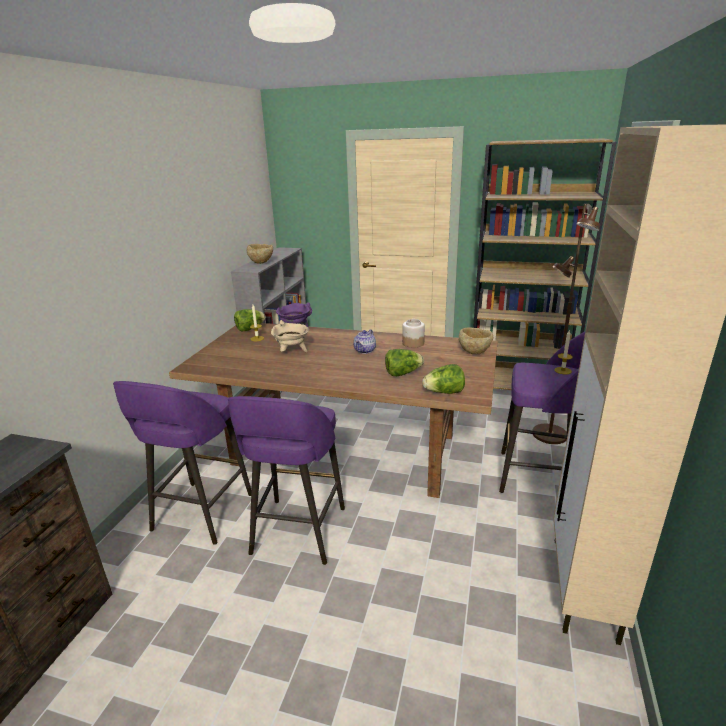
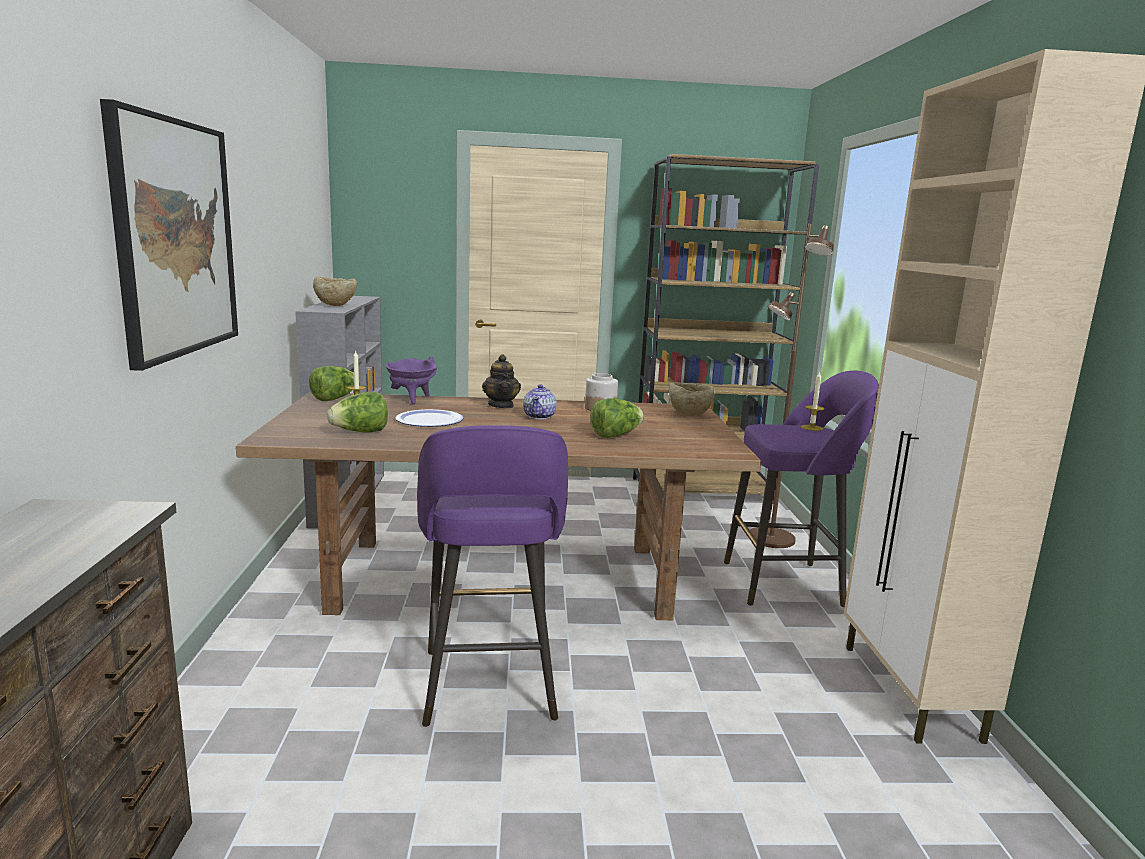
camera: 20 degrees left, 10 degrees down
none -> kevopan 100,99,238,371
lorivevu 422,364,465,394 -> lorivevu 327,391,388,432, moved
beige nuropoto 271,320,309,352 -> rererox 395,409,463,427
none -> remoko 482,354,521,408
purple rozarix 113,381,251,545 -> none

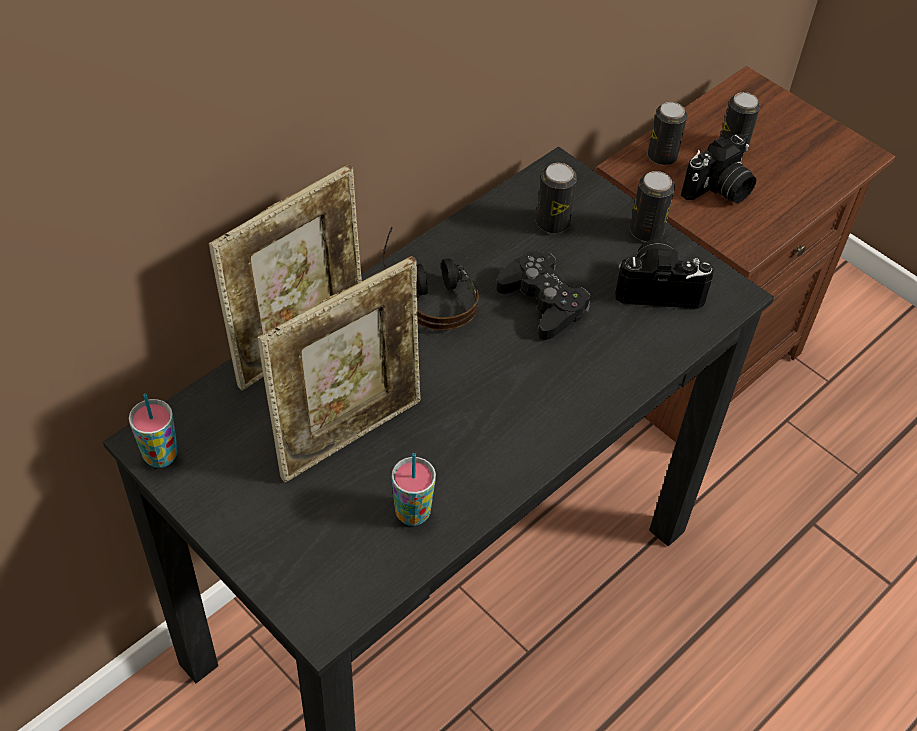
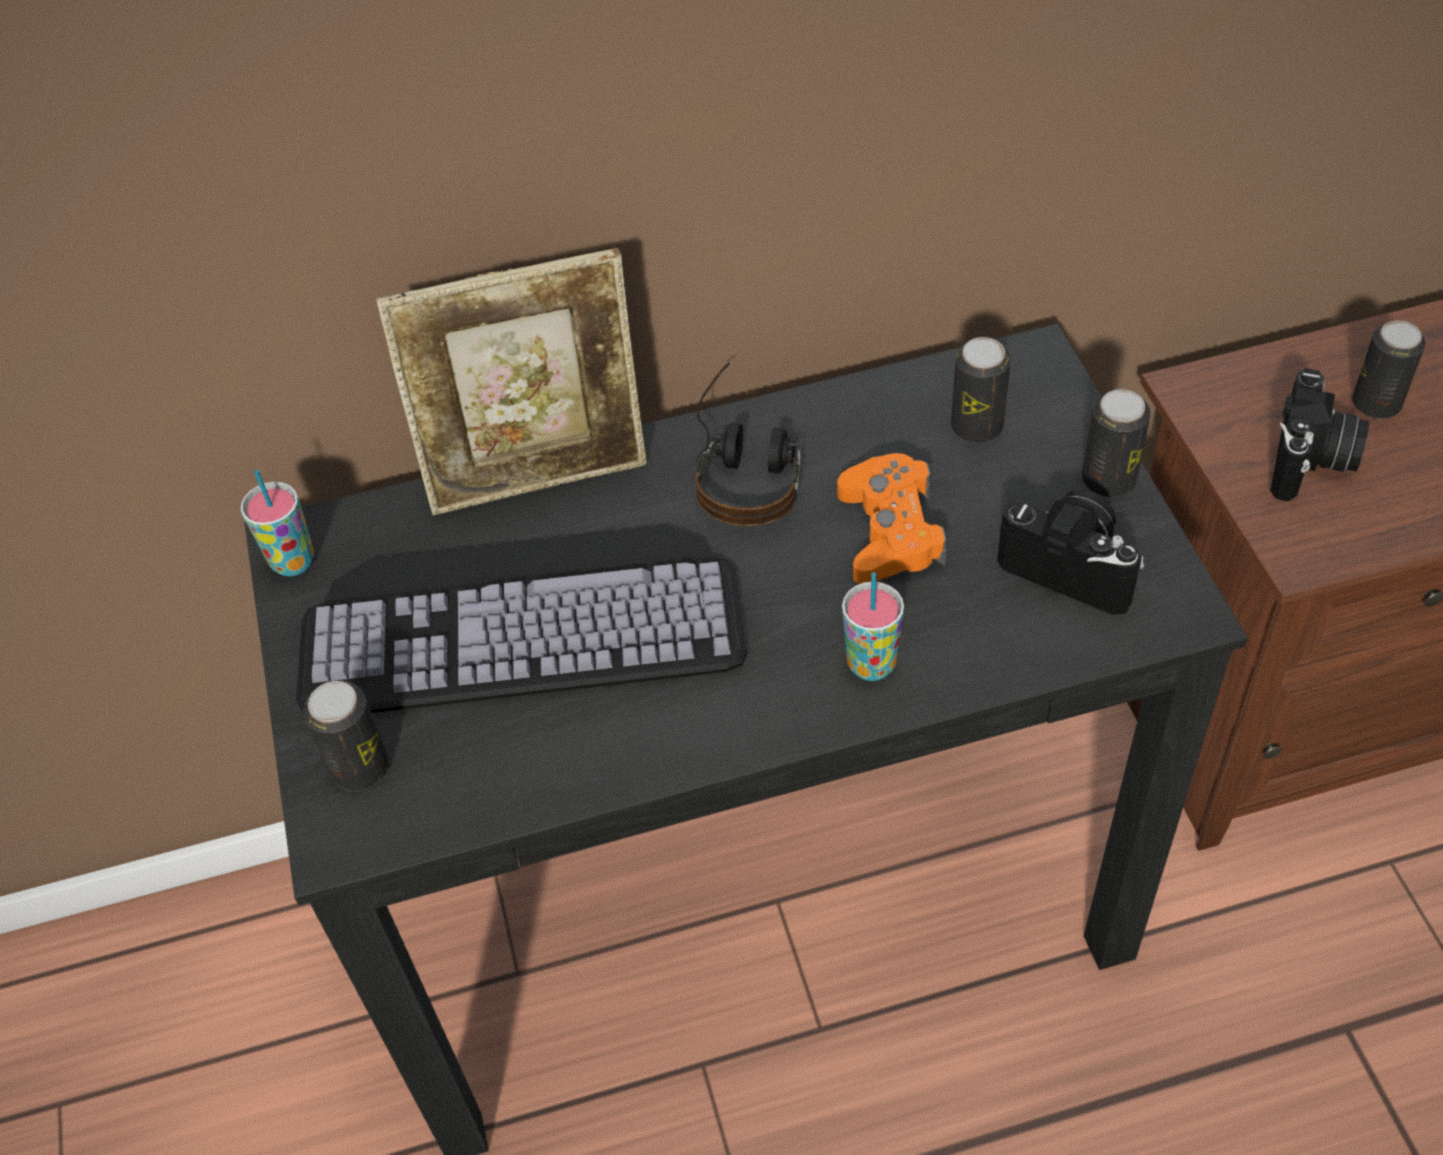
camera: 35 degrees right, 0 degrees up
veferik 257,256,420,483 -> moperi 296,525,747,716
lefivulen 648,102,687,165 -> lefivulen 303,681,389,791, moved
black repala 497,251,591,340 -> orange repala 837,453,946,584
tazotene 392,453,436,526 -> tazotene 842,572,904,681, moved
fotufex 681,134,756,203 -> fotufex 1270,368,1369,502, 60 degrees counterclockwise

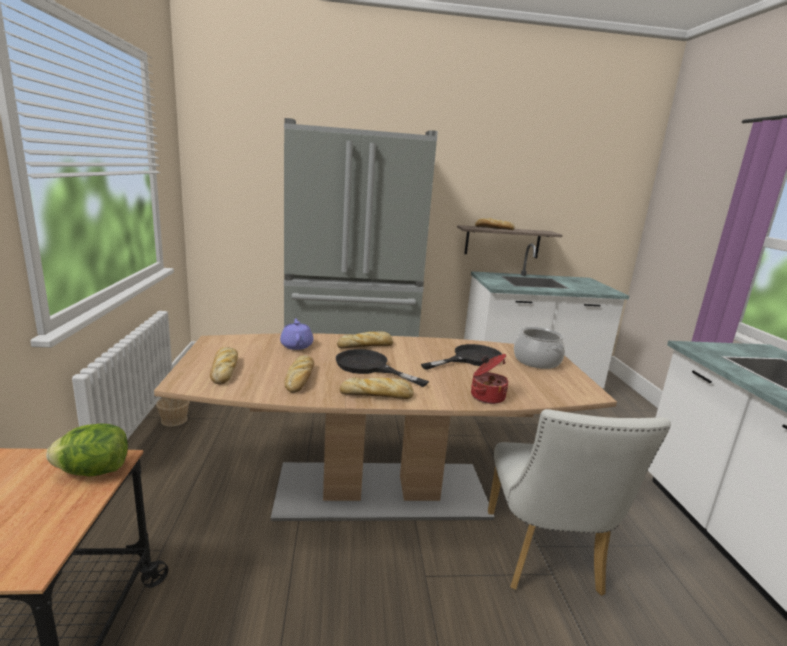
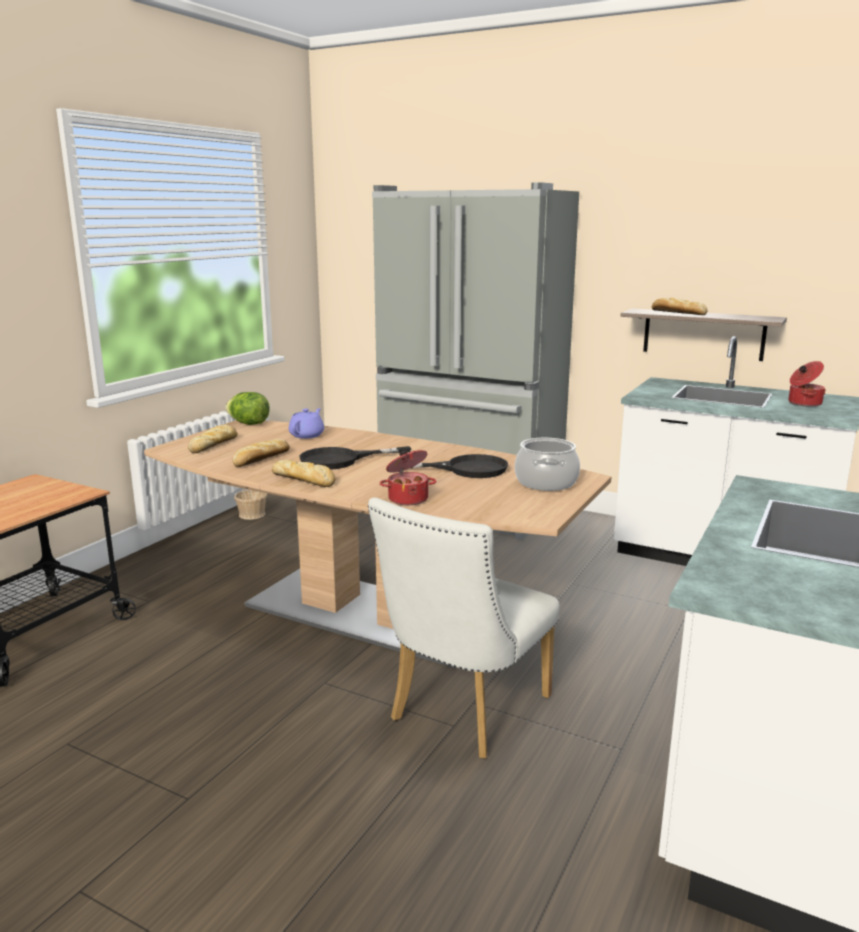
camera: 35 degrees right, 0 degrees up
lorivevu 46,423,128,476 -> lorivevu 225,392,270,425, moved
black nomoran 336,349,429,387 -> black nomoran 299,446,411,470, 90 degrees counterclockwise
none -> nuropoto 789,361,826,407
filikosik 337,331,393,348 -> none

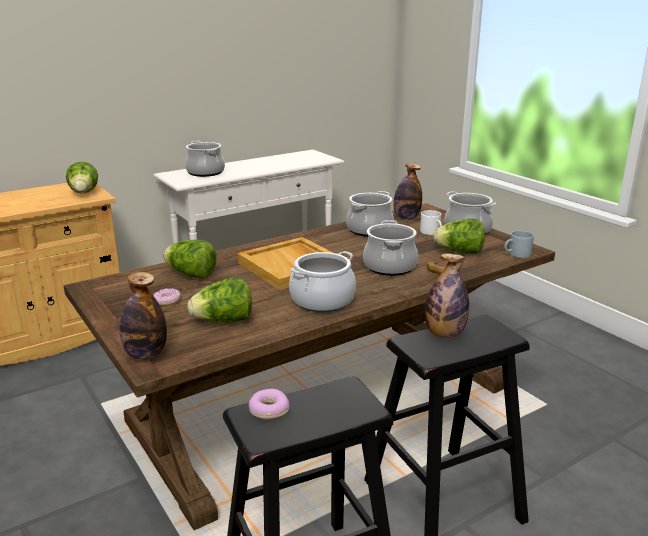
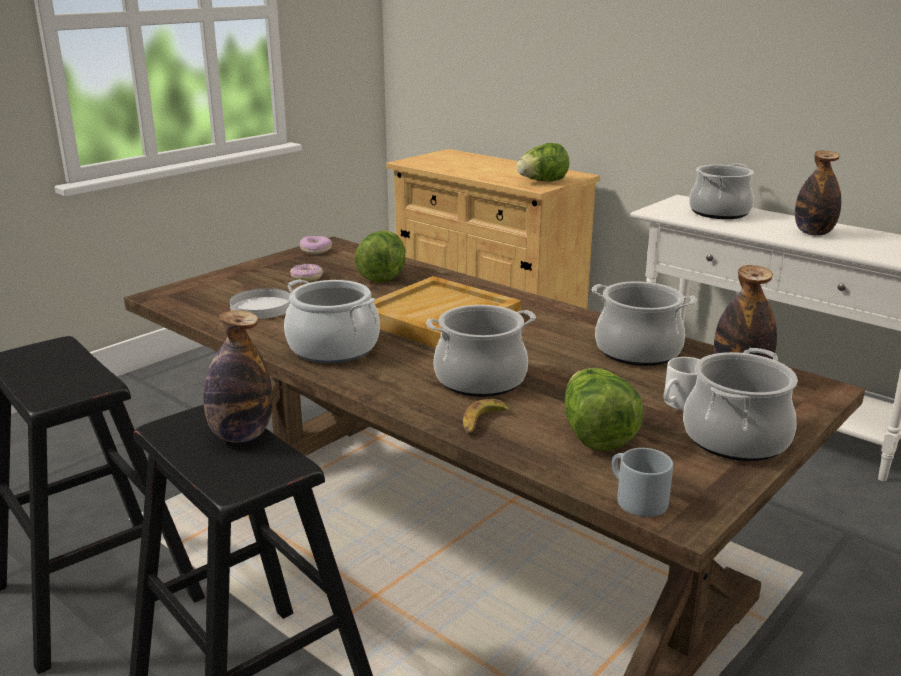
camera: 75 degrees right, 0 degrees up
lorivevu 188,277,252,323 -> white rererox 230,288,290,319
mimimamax 249,389,290,420 -> mimimamax 299,236,332,255, moved
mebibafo 119,272,167,360 -> mebibafo 795,150,841,235, moved

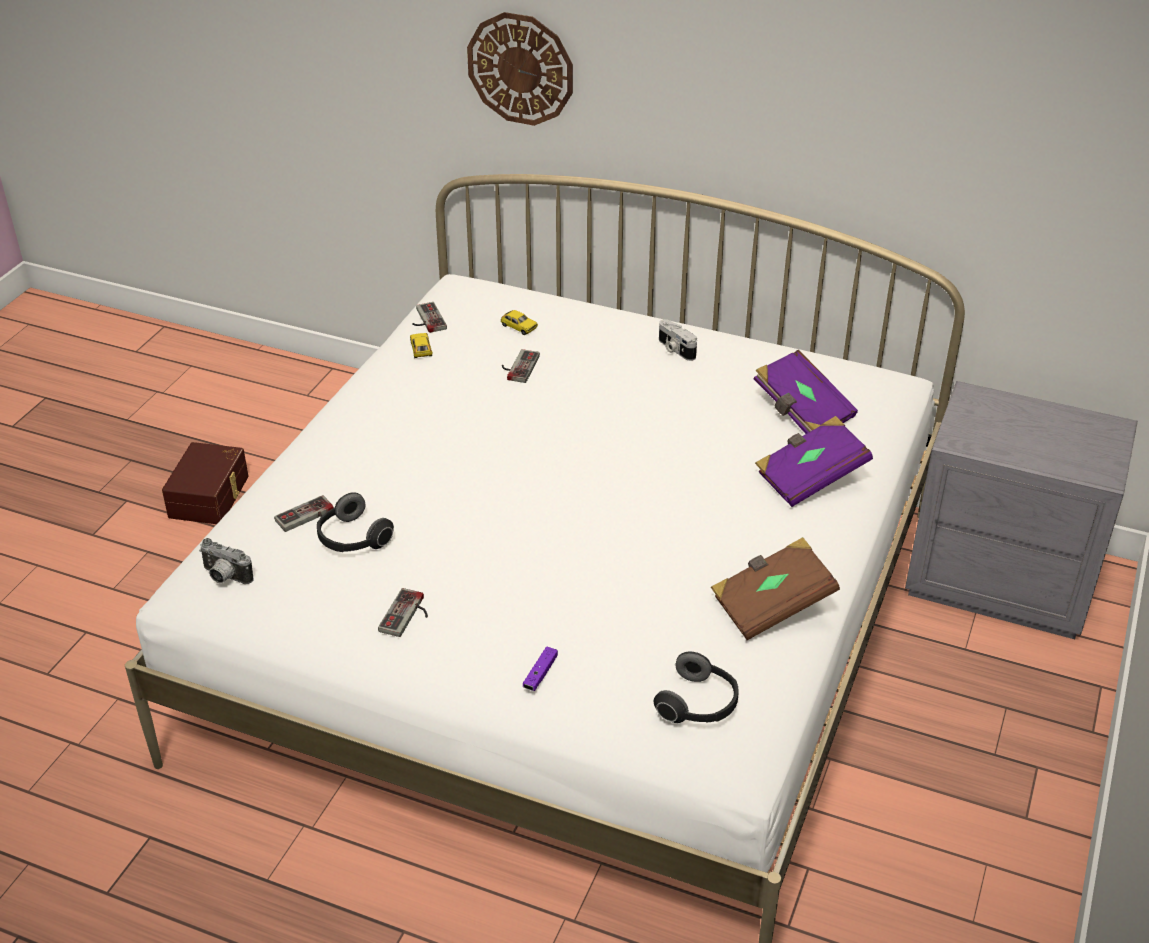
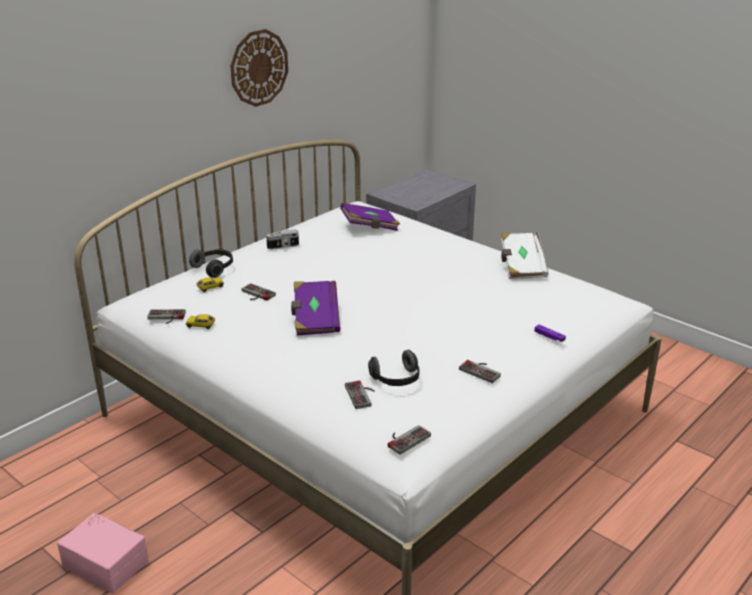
camera: 70 degrees left, 10 degrees down
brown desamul 162,442,249,524 -> pink desamul 57,513,149,594
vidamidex 654,652,738,723 -> vidamidex 189,249,233,278, moved
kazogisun 467,12,573,126 -> kazogisun 230,29,288,107, moved
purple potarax 755,416,873,507 -> purple potarax 291,281,340,335, moved
fotufex 199,538,253,584 -> repala 388,425,431,455
brown potarax 711,537,840,640 -> white potarax 501,233,549,279

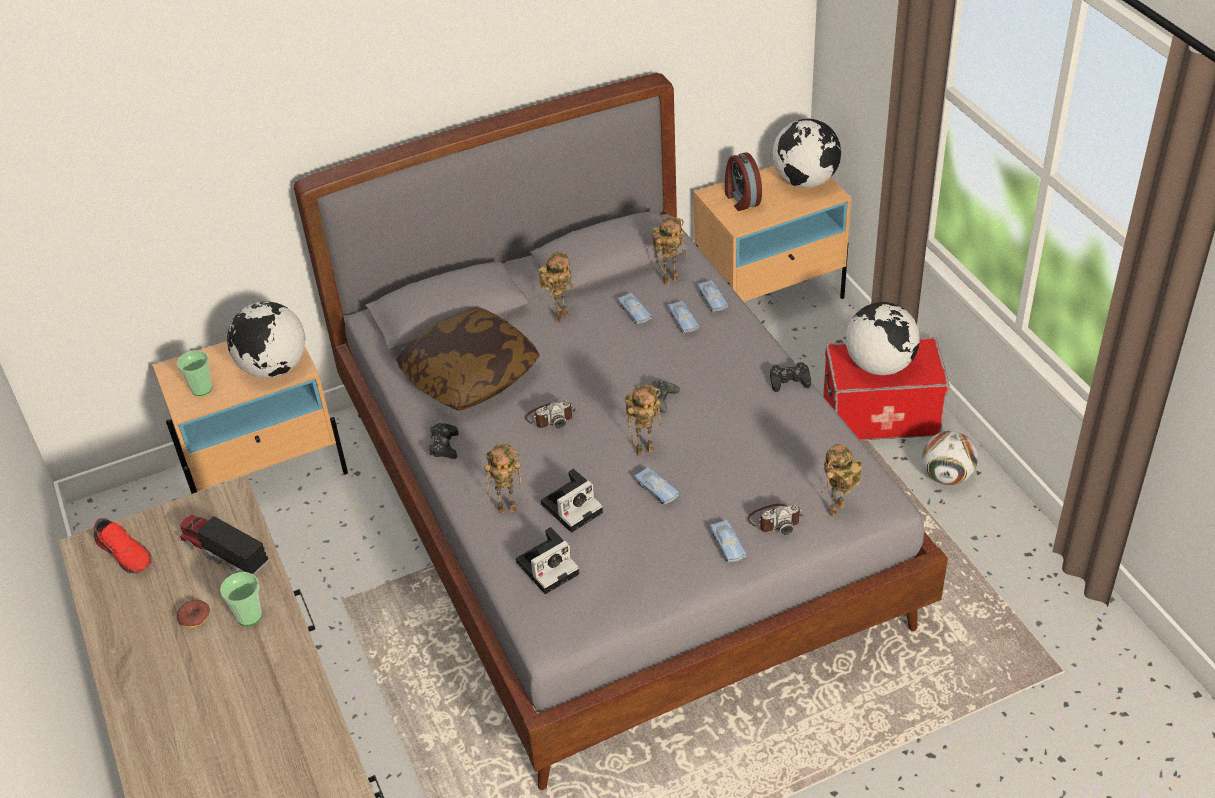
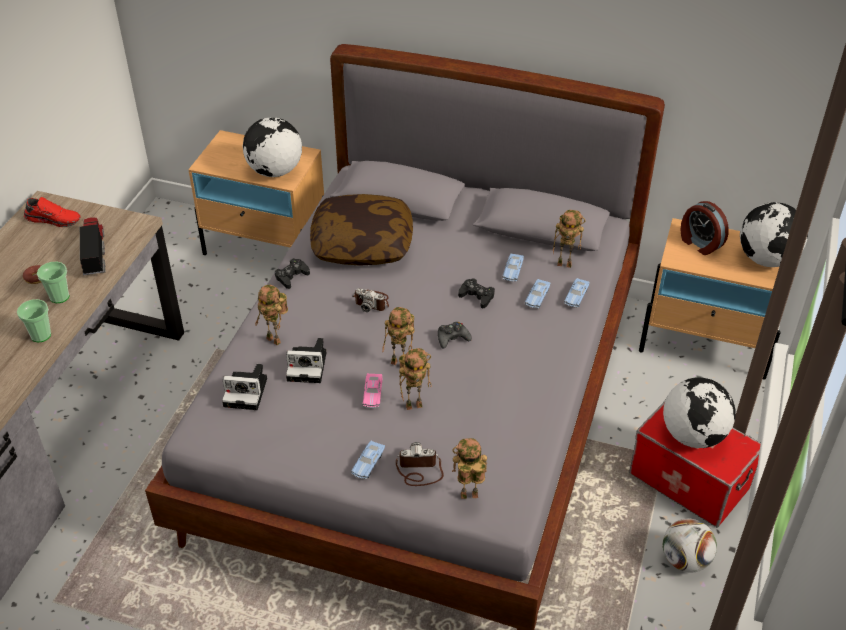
camera: 40 degrees right, 0 degrees up
tazotene 177,350,212,396 -> tazotene 17,299,51,342, moved
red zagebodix 93,518,152,574 -> red zagebodix 24,197,81,227, 75 degrees counterclockwise
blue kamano 634,467,679,504 -> pink kamano 363,373,382,408
fotufex 748,504,803,535 -> fotufex 395,442,444,486, 150 degrees clockwise
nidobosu 539,252,574,323 -> nidobosu 399,348,432,410, moved
black repala 770,362,811,392 -> black repala 458,278,495,309, moved
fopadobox 725,152,762,211 -> fopadobox 681,201,729,255, 60 degrees counterclockwise

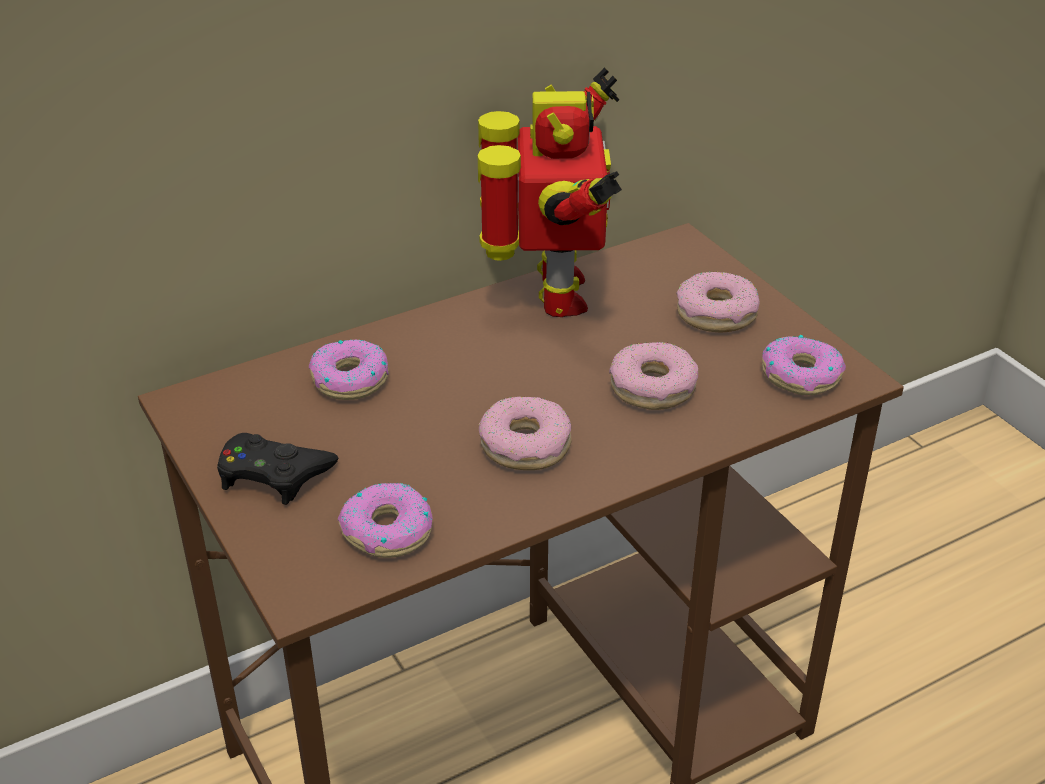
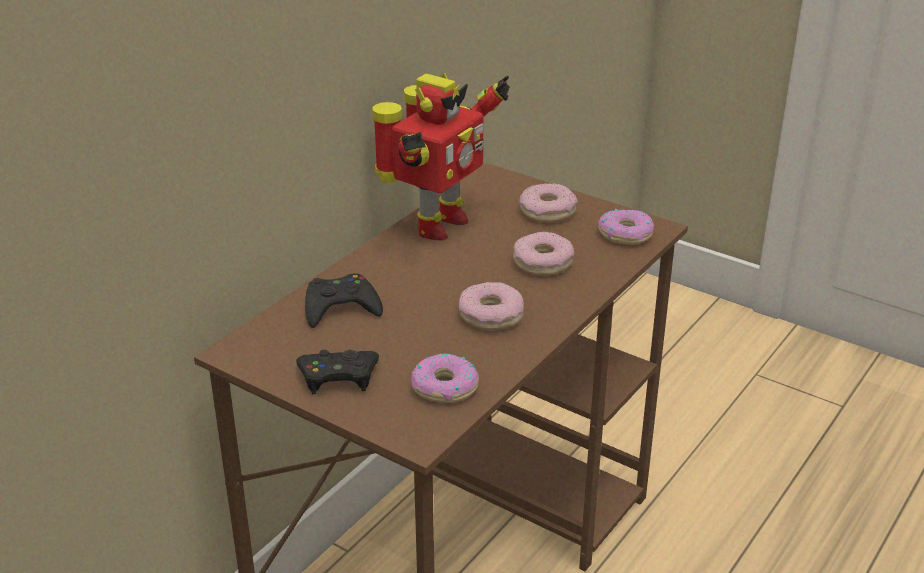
camera: 25 degrees left, 5 degrees down
mimimamax 309,339,389,400 -> black repala 305,274,383,328
nidobosu 478,67,622,317 -> nidobosu 372,73,510,240, 60 degrees clockwise

